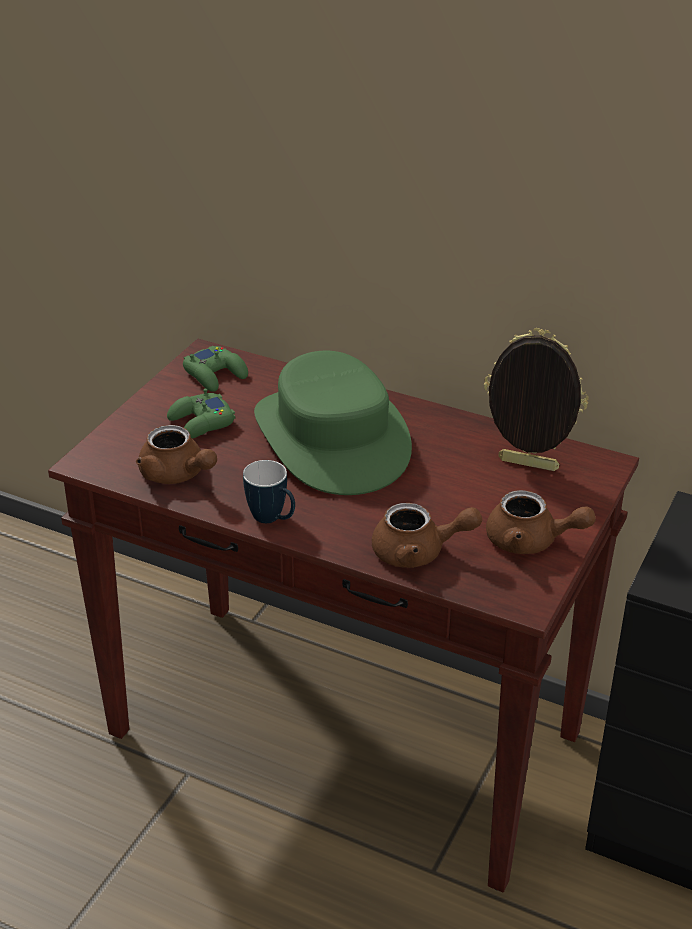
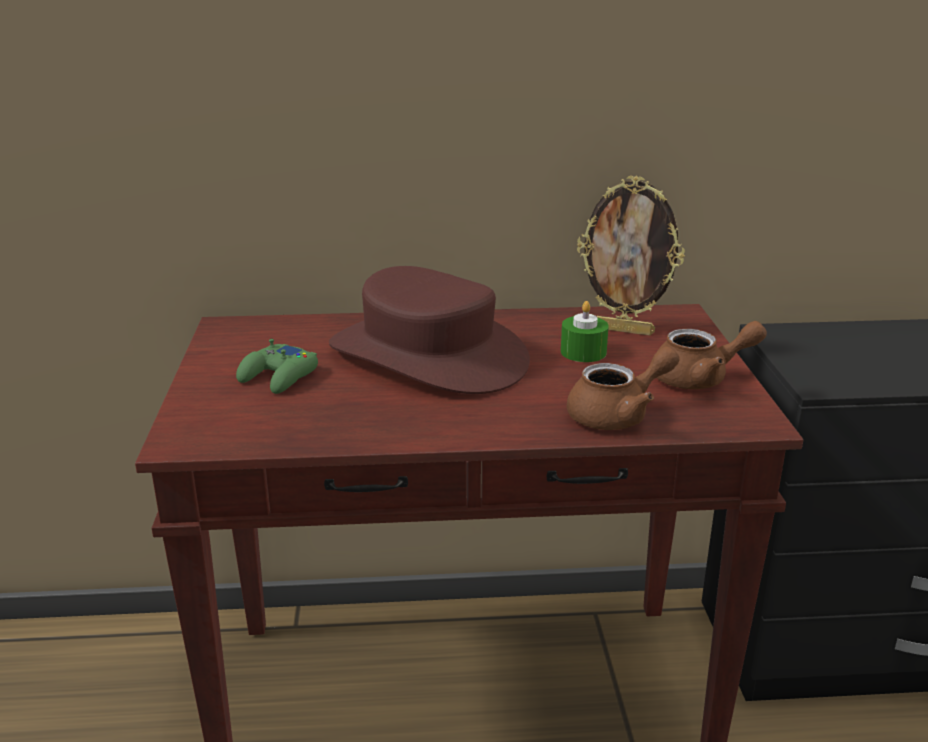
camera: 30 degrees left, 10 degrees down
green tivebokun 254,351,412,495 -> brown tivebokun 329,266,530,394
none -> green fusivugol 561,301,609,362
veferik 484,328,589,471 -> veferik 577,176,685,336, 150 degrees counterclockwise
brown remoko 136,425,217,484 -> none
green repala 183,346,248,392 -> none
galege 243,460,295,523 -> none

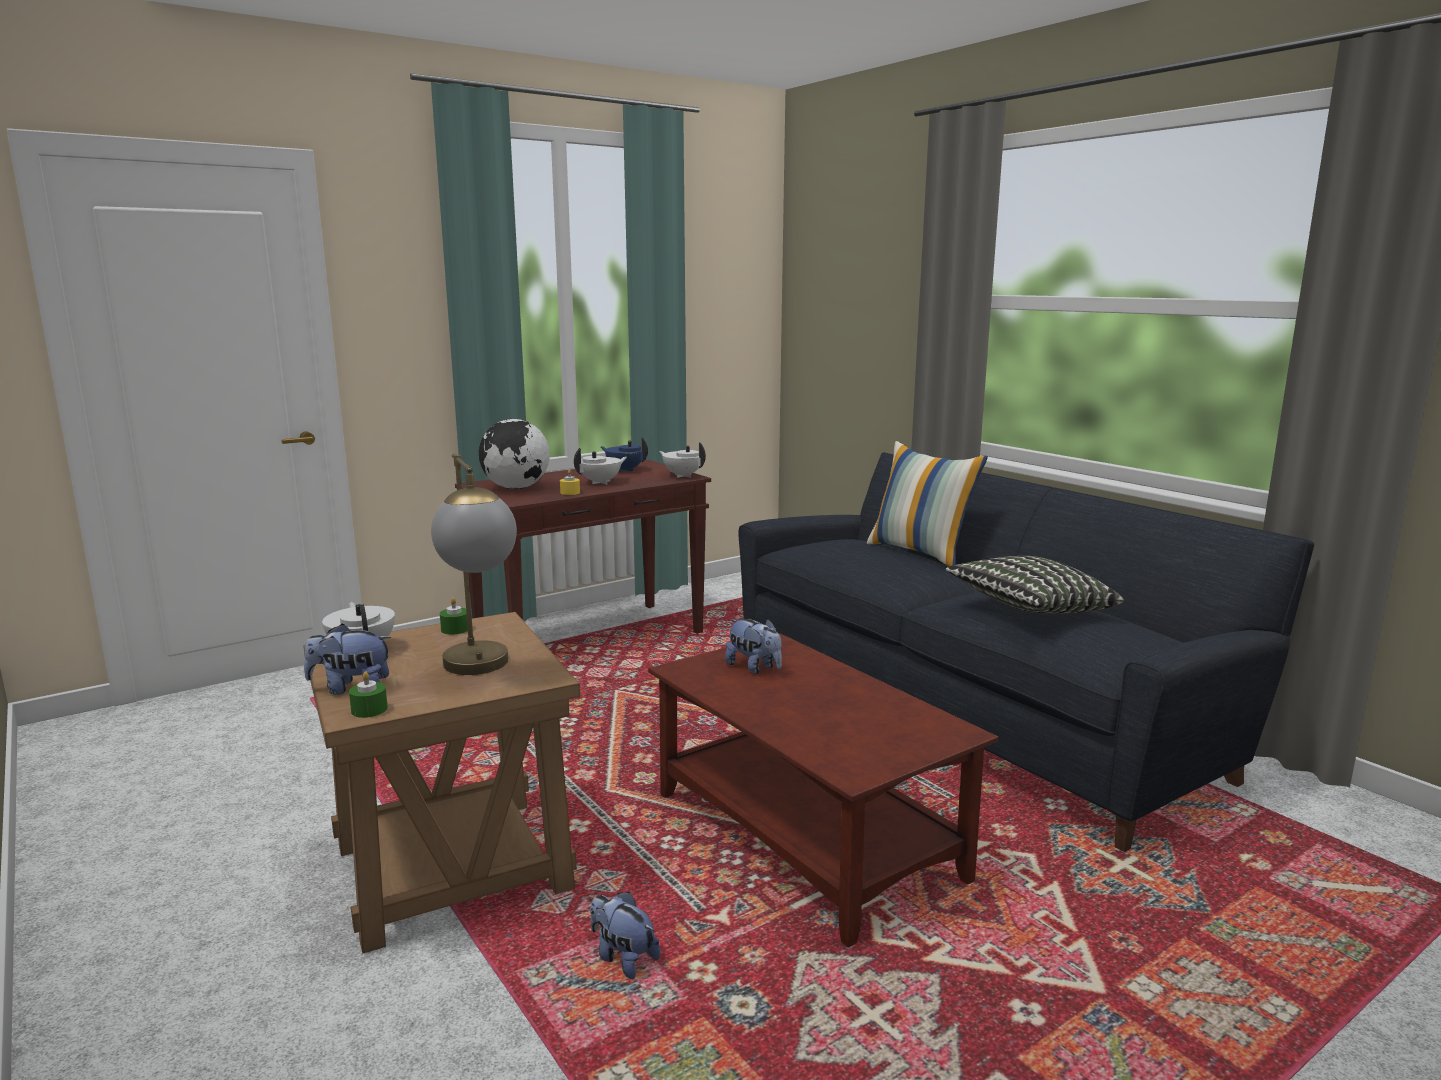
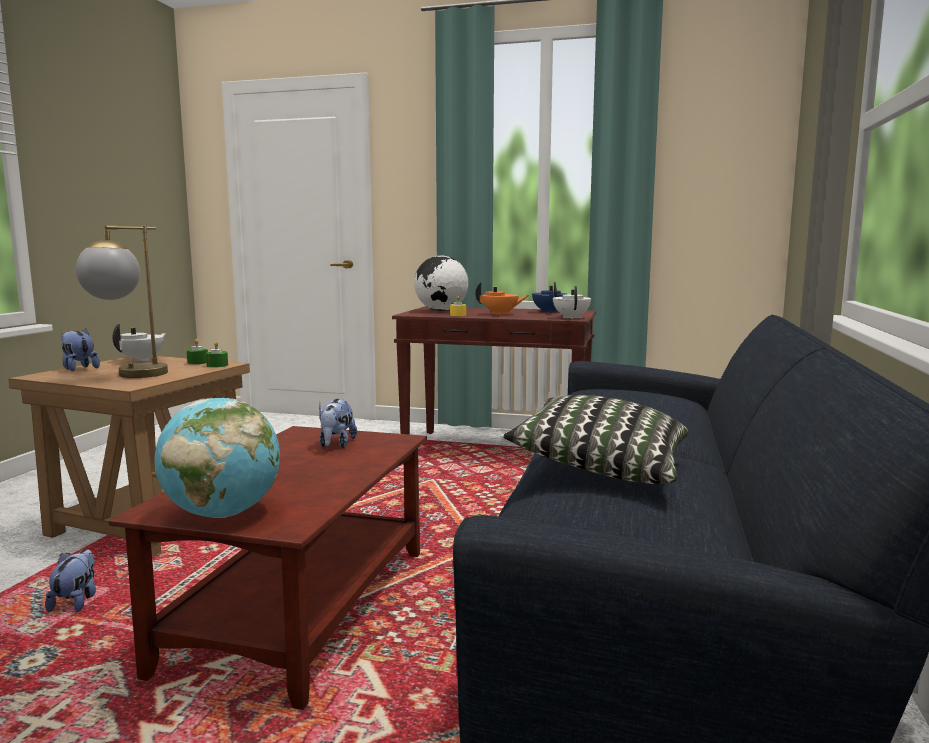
camera: 50 degrees right, 5 degrees down
none -> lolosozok 154,398,280,518
green fusivugol 349,671,388,718 -> green fusivugol 206,342,228,368, moved
white remoko 574,448,627,485 -> orange remoko 475,282,528,315
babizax 867,441,988,566 -> none

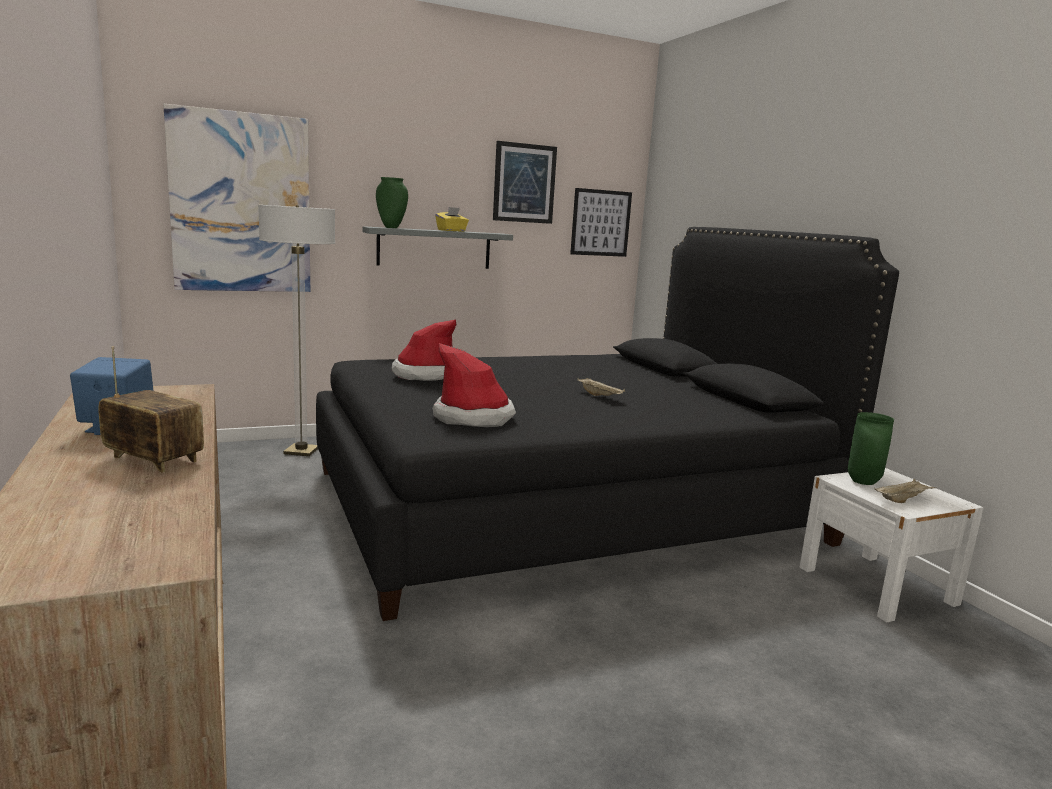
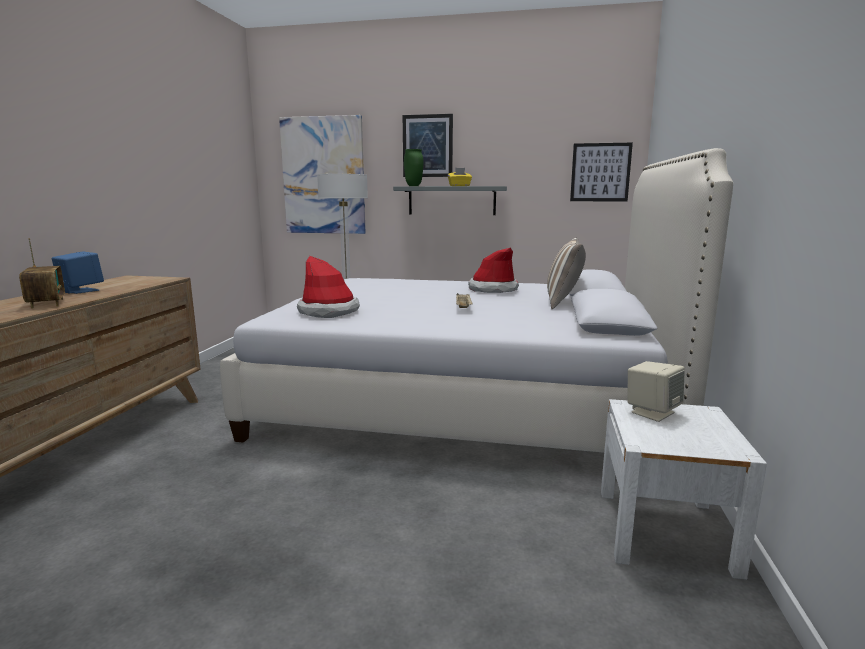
camera: 35 degrees right, 0 degrees up
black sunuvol 316,227,899,621 -> white sunuvol 220,148,733,453
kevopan 493,141,557,224 -> kevopan 403,114,453,177, moved
tivebokun 392,319,457,381 -> tivebokun 468,248,519,293, moved
none -> babizax 547,238,586,309
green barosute 848,412,894,485 -> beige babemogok 627,361,685,422
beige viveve 874,479,936,503 -> none

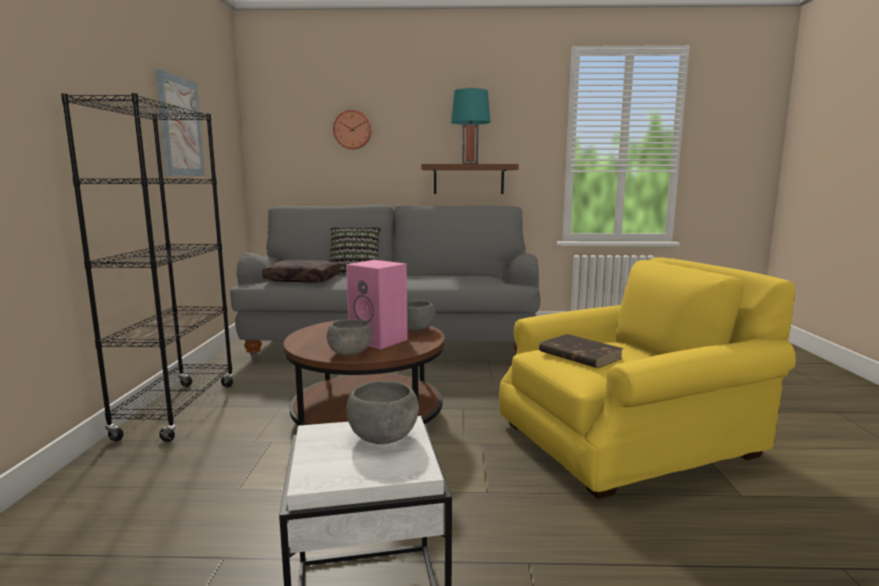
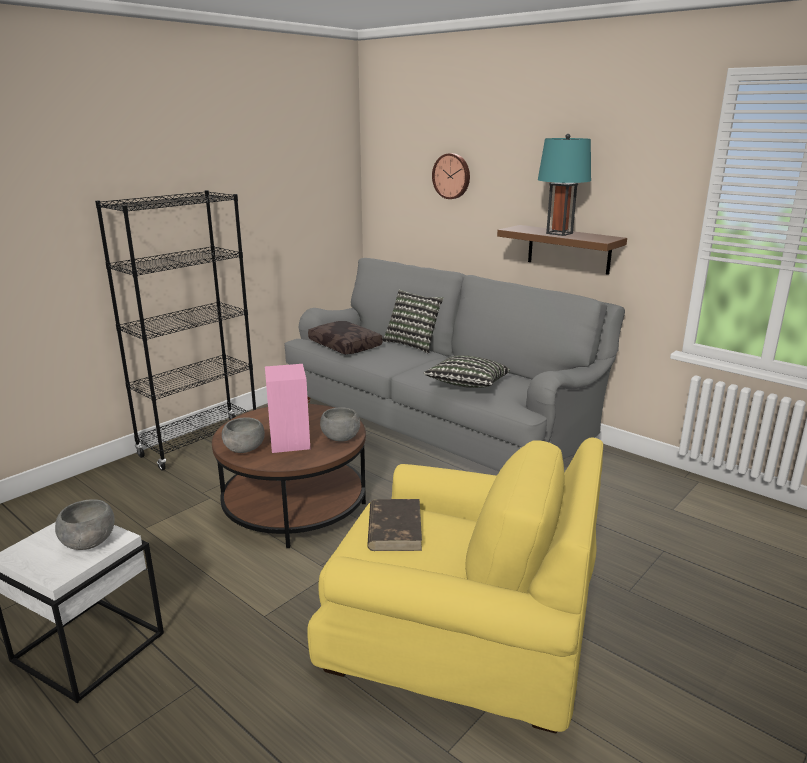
camera: 40 degrees right, 10 degrees up
none -> babizax 423,355,510,388
kevopan 156,69,205,176 -> none

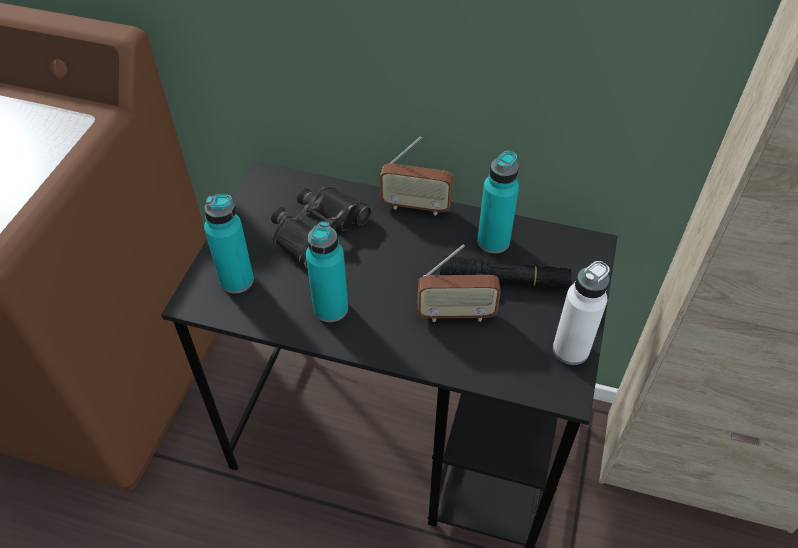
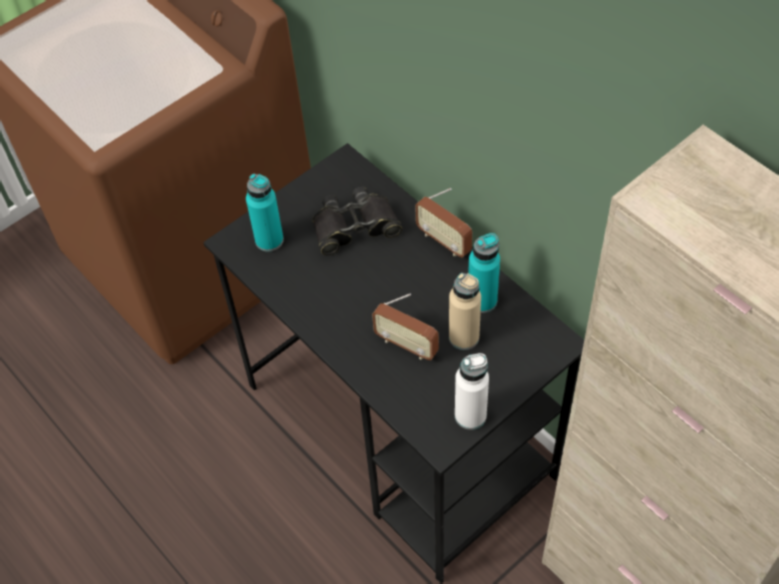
camera: 35 degrees right, 5 degrees up
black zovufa 440,256,572,288 -> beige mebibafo 449,273,481,350
turquoise mebibafo 306,221,348,322 -> none

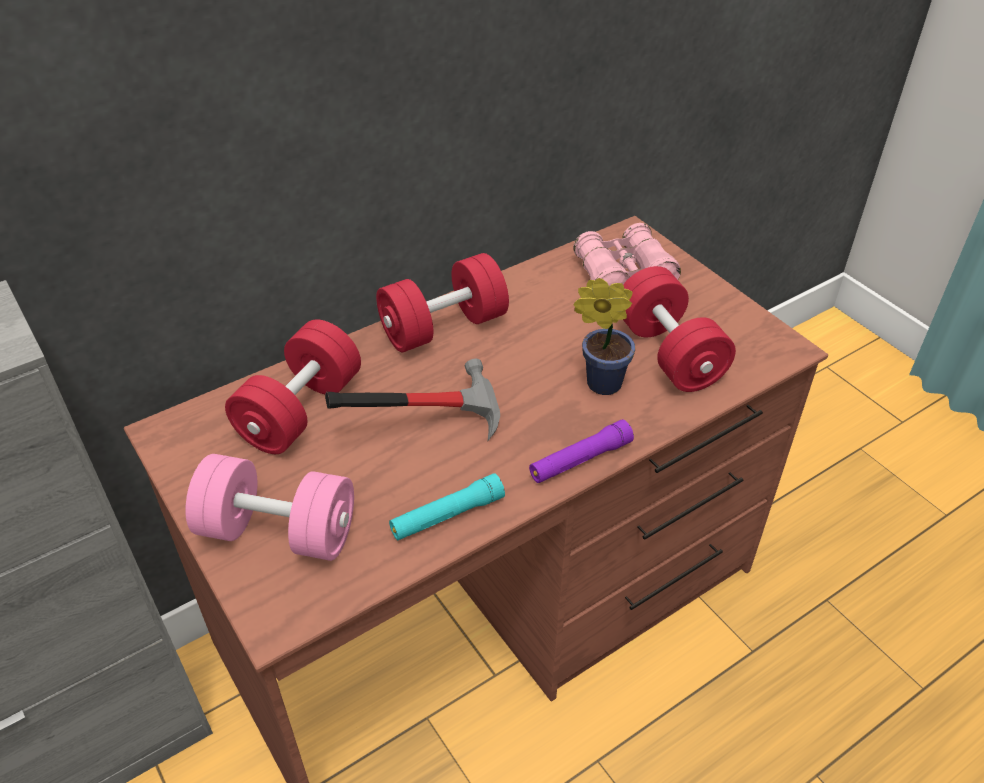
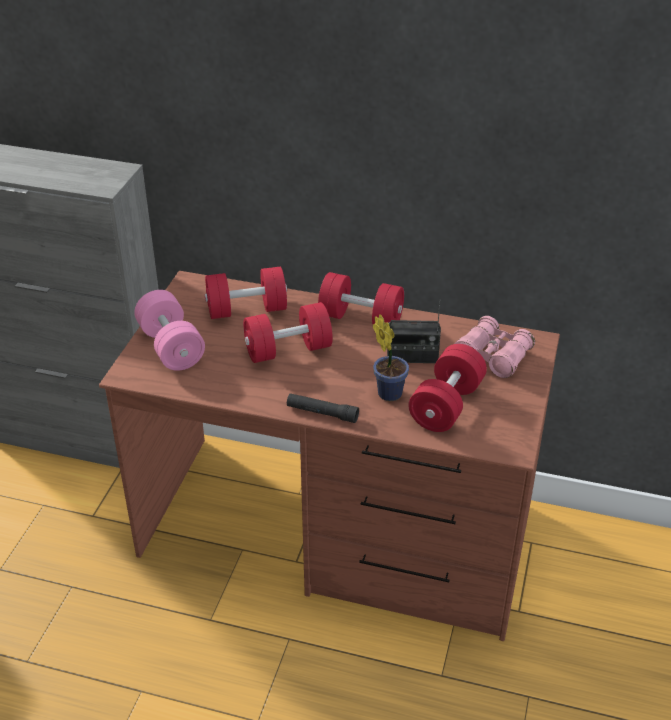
camera: 50 degrees right, 5 degrees down
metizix 325,359,500,441 -> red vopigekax 243,302,333,363
purple zovufa 529,420,634,483 -> black zovufa 287,393,359,423
none -> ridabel 387,300,441,363
turquoise zovufa 389,473,505,540 -> none

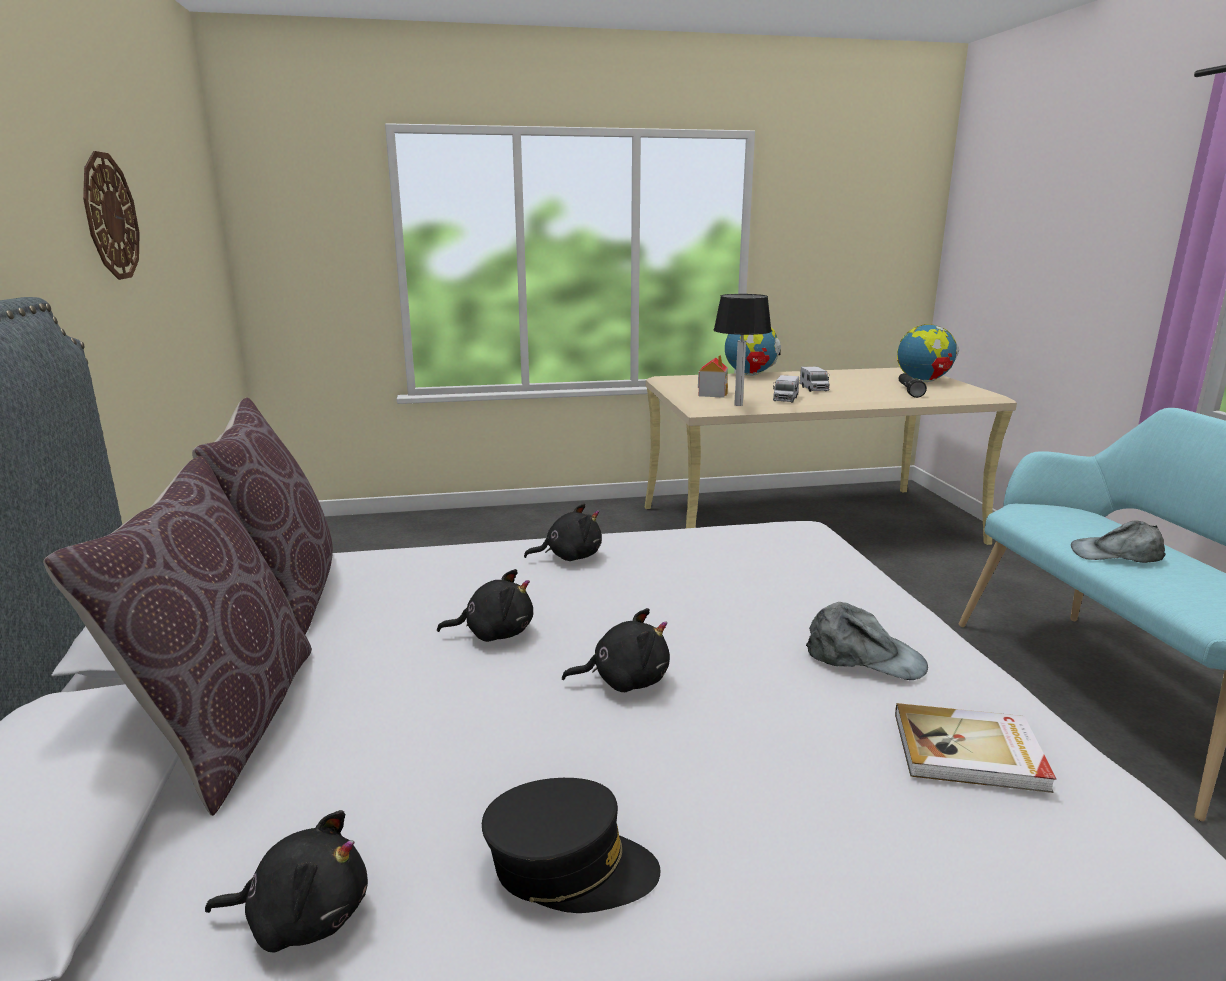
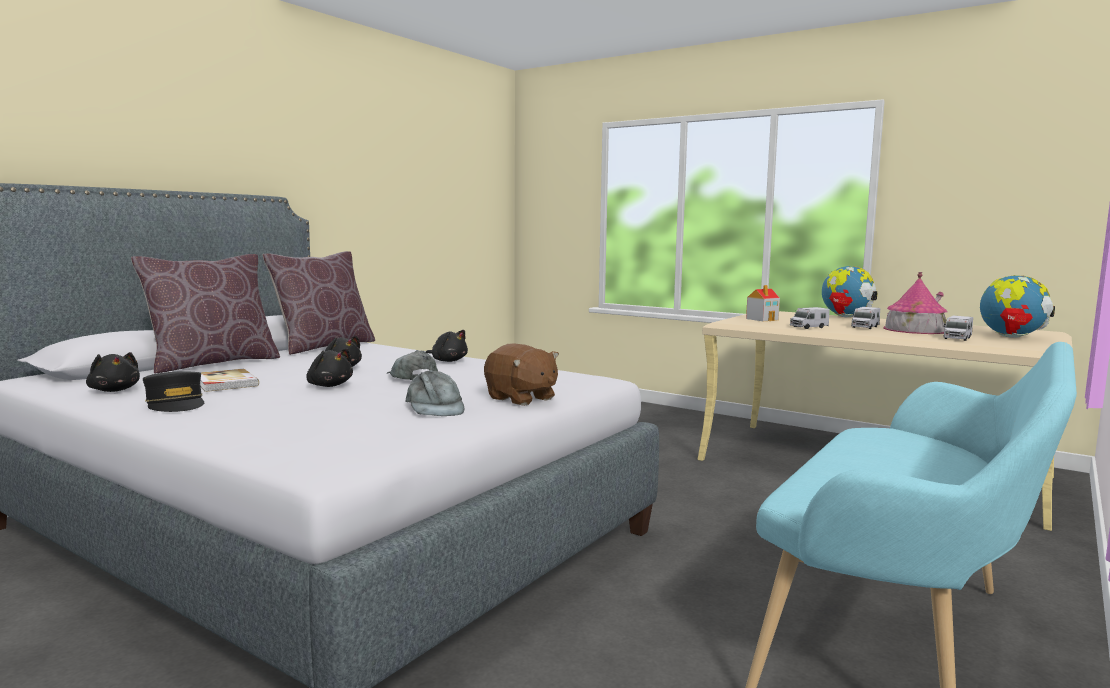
camera: 45 degrees right, 10 degrees down
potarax 895,703,1056,793 -> potarax 200,369,259,392, moved
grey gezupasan 1071,520,1166,563 -> grey gezupasan 387,350,438,380, moved
none -> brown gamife 484,343,559,406
none -> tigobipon 883,272,947,334
black zovufa 899,373,927,398 -> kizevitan 943,316,973,341
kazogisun 83,151,140,280 -> none
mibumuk 714,294,772,406 -> none

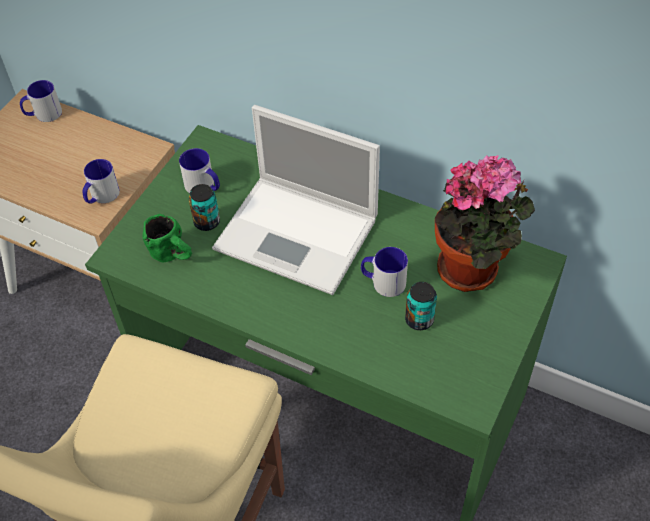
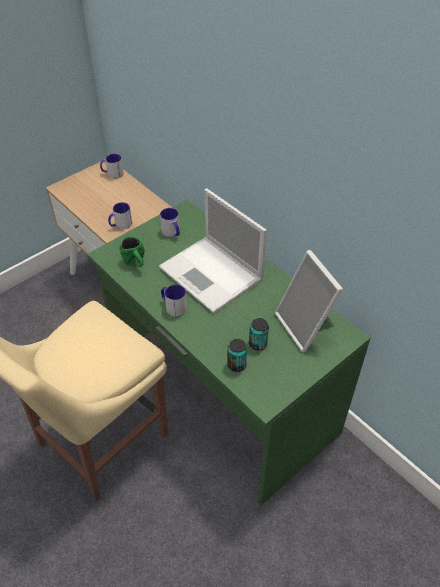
camera: 20 degrees right, 5 degrees down
galege 361,247,408,297 -> galege 161,284,187,317, moved
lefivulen 188,184,220,231 -> lefivulen 227,339,247,372, moved
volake 435,155,535,292 -> veferik 275,250,343,352

